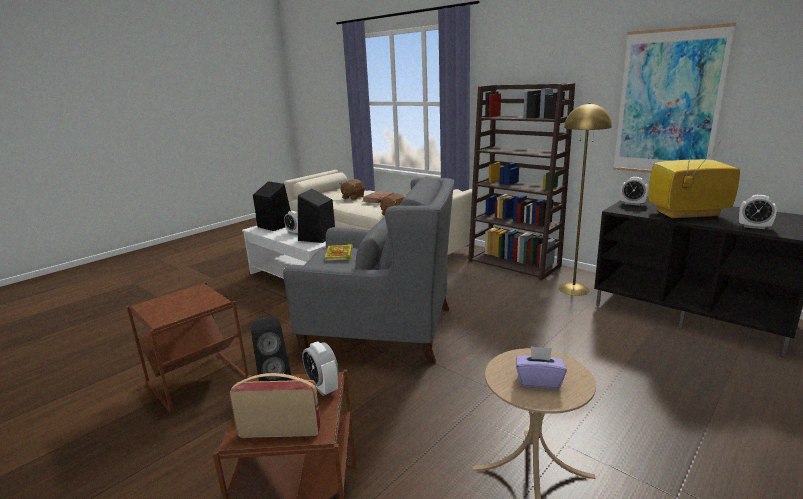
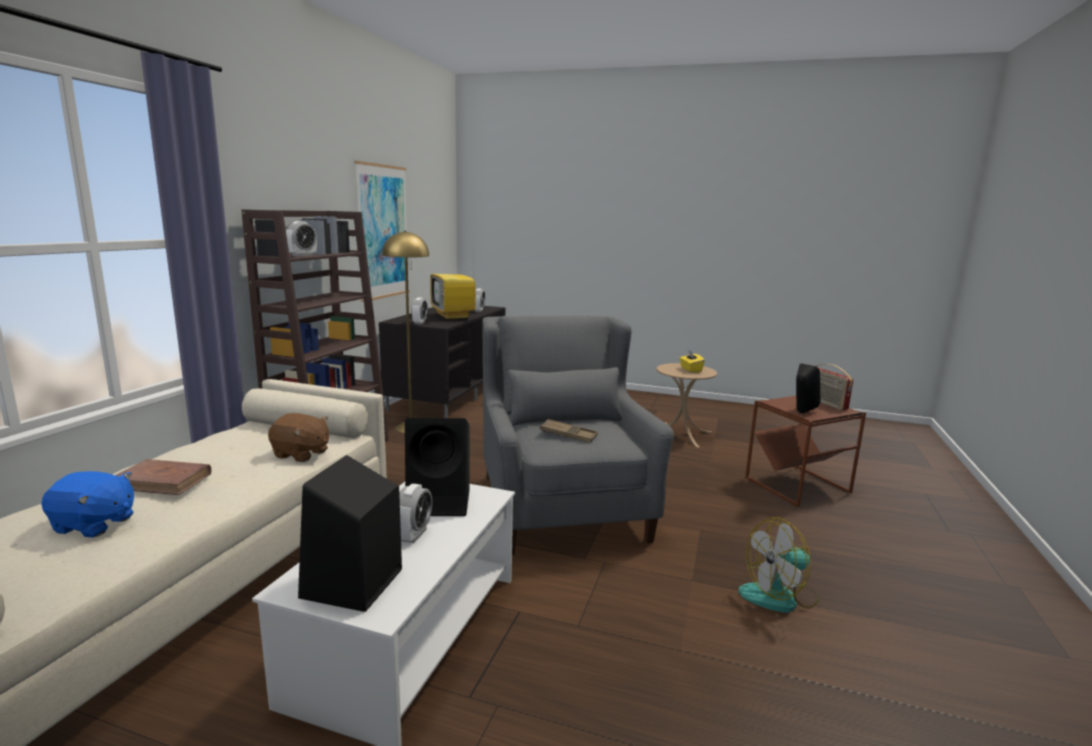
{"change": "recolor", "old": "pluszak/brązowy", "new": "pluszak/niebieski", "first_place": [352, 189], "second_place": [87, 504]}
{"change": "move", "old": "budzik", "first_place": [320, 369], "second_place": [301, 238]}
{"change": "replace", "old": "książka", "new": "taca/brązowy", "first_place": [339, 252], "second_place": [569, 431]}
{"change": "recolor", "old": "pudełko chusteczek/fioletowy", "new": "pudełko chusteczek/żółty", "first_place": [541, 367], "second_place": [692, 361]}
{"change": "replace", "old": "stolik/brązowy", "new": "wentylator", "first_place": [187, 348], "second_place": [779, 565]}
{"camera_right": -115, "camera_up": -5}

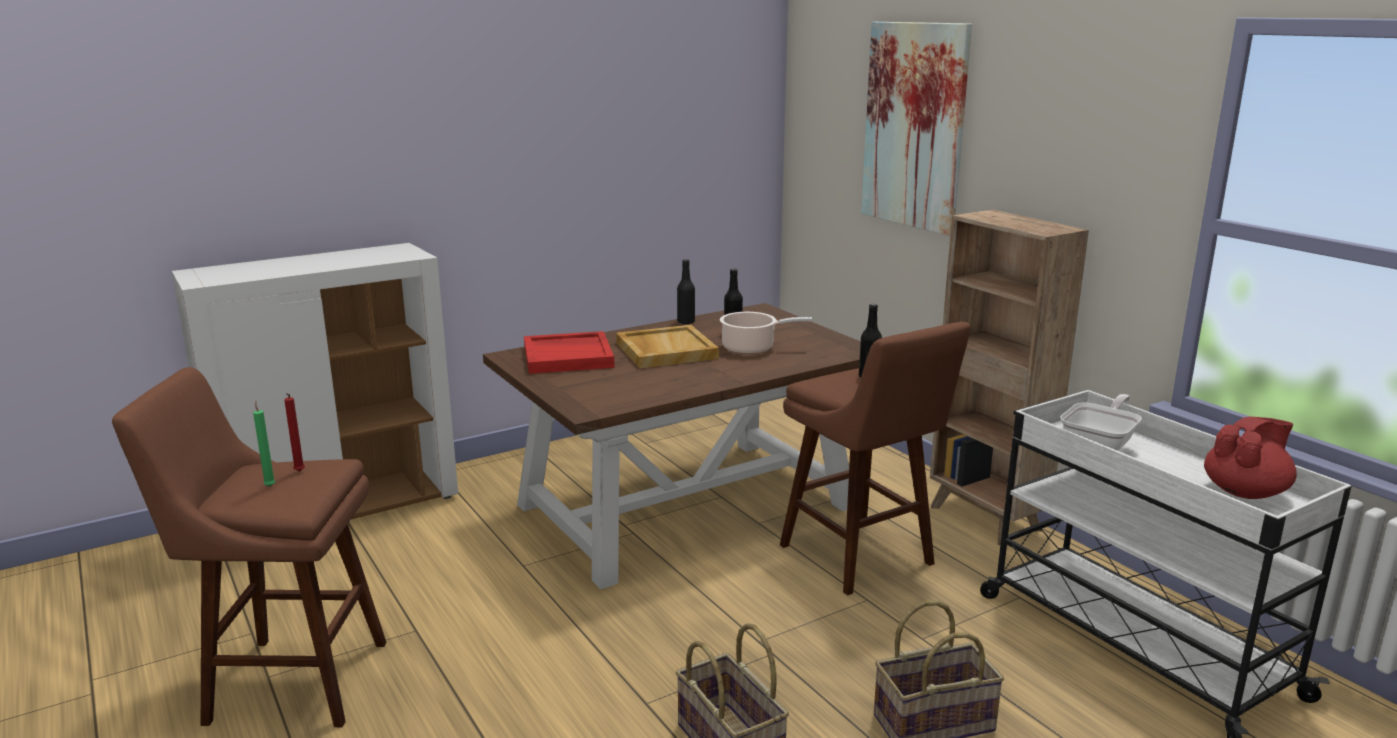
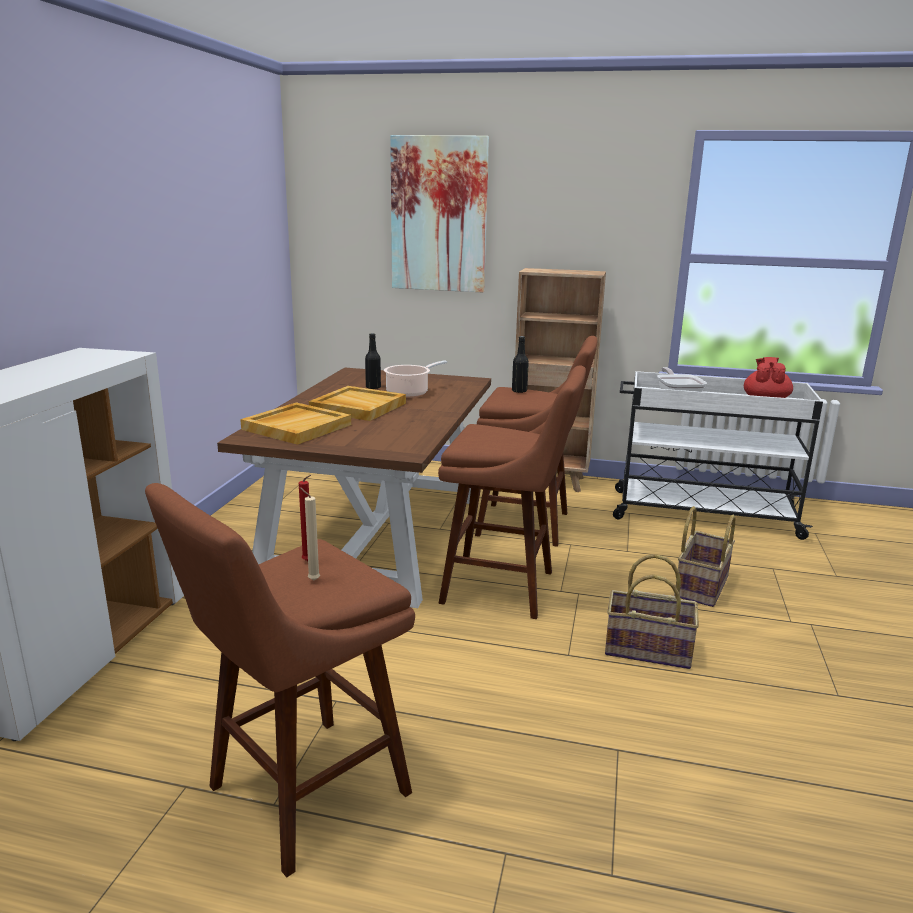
{"change": "recolor", "old": "taca/czerwony", "new": "taca/beżowy", "first_place": [569, 352], "second_place": [295, 423]}
{"change": "recolor", "old": "świeca/zielony", "new": "świeca/beżowy", "first_place": [264, 443], "second_place": [309, 534]}
{"change": "insert", "new": "stołek/brązowy", "second_place": [512, 492]}
{"change": "delete", "old": "butelka/czarny", "first_place": [686, 291]}
{"camera_right": -45, "camera_up": 0}

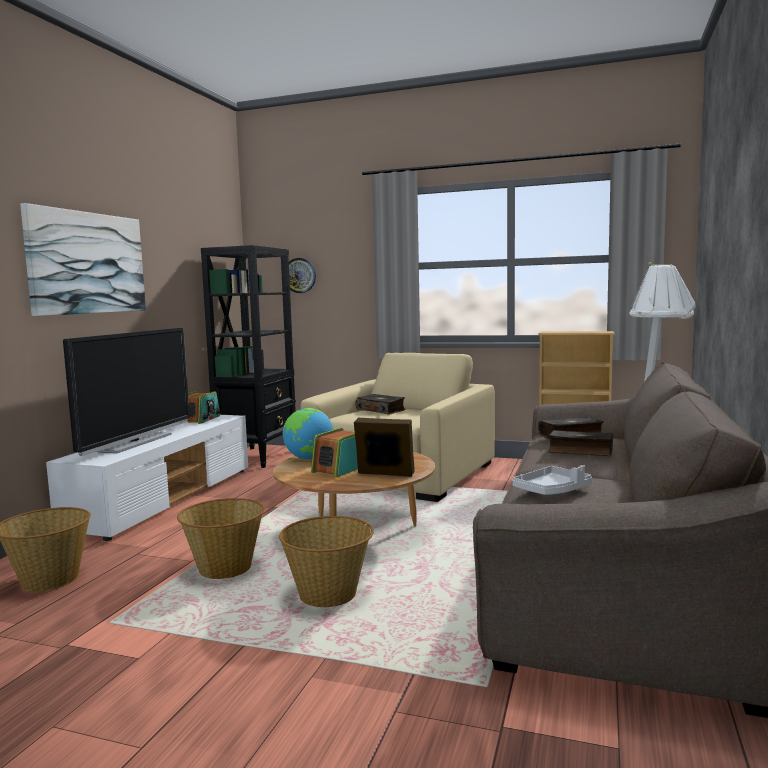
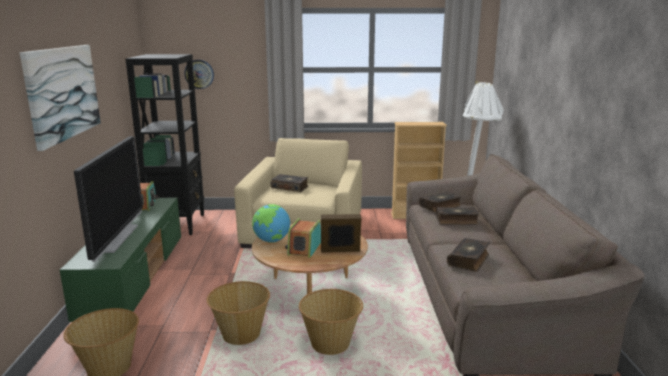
{"change": "recolor", "old": "szafka pod telewizor/biały", "new": "szafka pod telewizor/zielony", "first_place": [147, 478], "second_place": [120, 260]}
{"change": "replace", "old": "taca/szary", "new": "książka", "first_place": [552, 480], "second_place": [468, 255]}
{"camera_right": -20, "camera_up": 10}

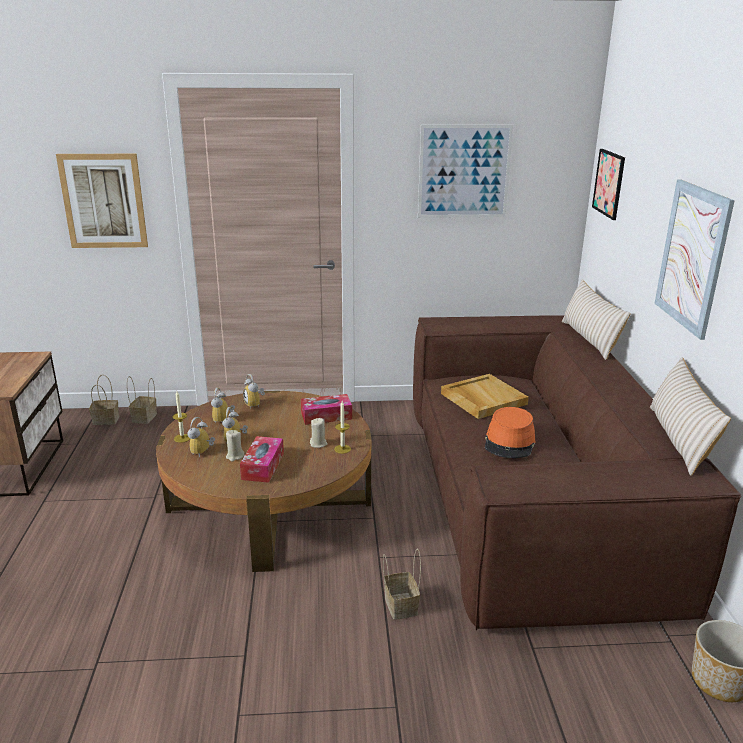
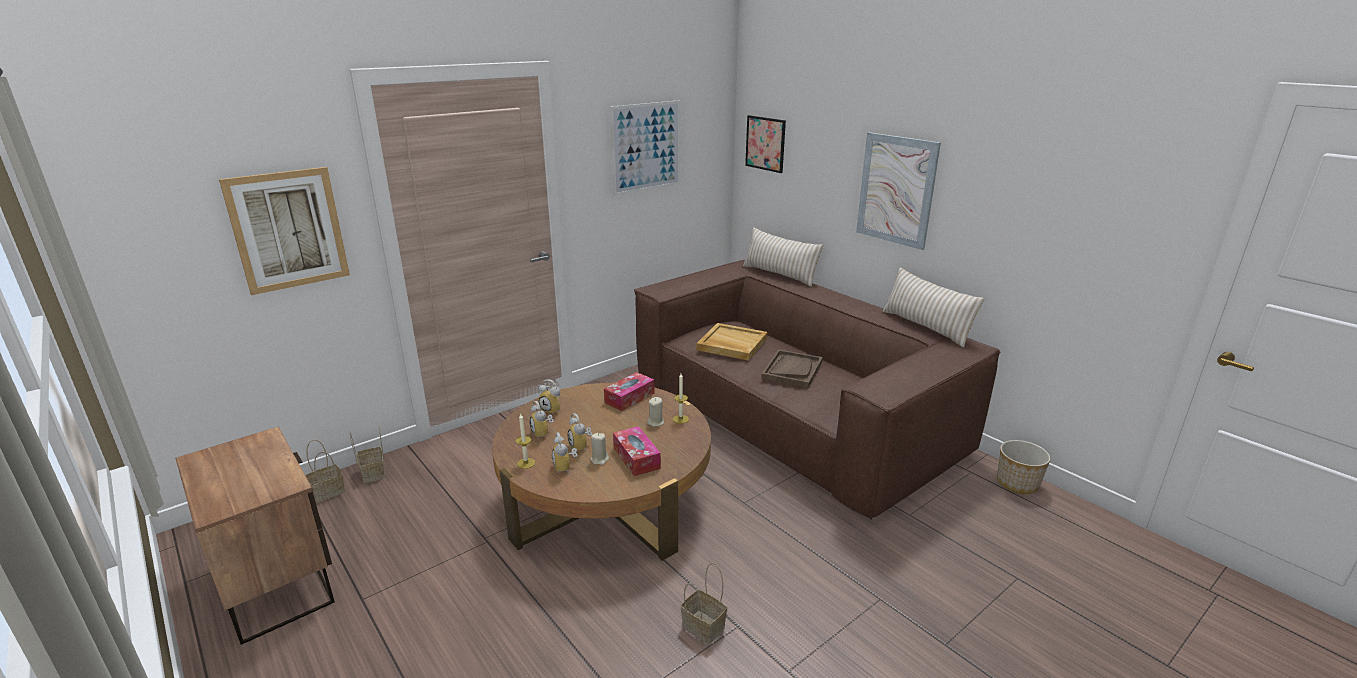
{"change": "move", "old": "koszyk", "first_place": [402, 584], "second_place": [704, 603]}
{"change": "replace", "old": "kapelusz/pomarańczowy", "new": "taca/brązowy", "first_place": [510, 432], "second_place": [792, 368]}
{"camera_right": -35, "camera_up": 0}

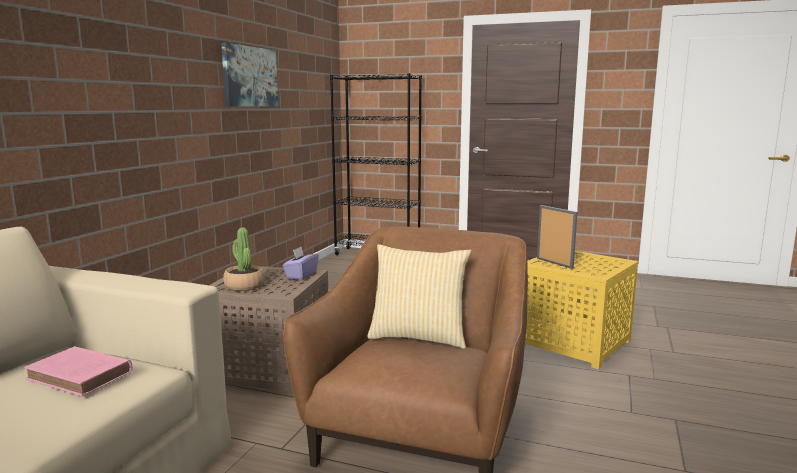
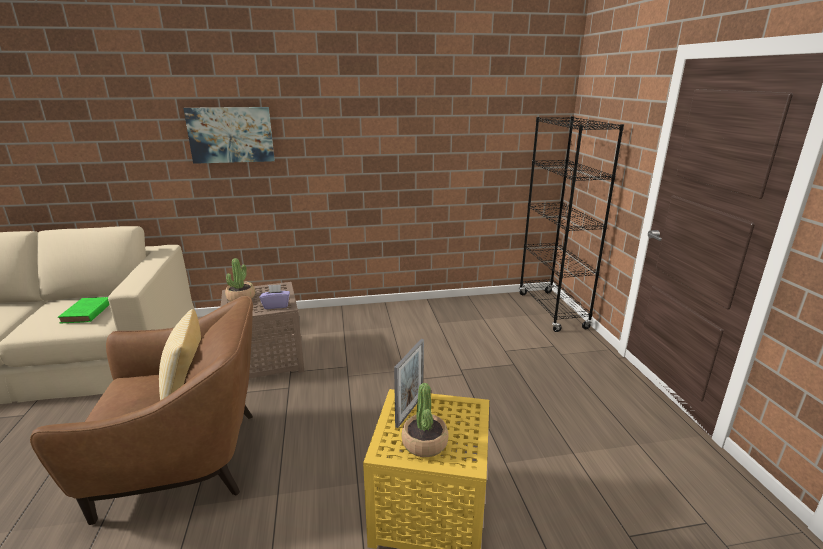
{"change": "recolor", "old": "książka/różowy", "new": "książka/zielony", "first_place": [78, 371], "second_place": [83, 310]}
{"change": "move", "old": "obraz", "first_place": [249, 74], "second_place": [229, 135]}
{"change": "insert", "new": "roślina doniczkowa", "second_place": [425, 420]}
{"camera_right": 60, "camera_up": 10}

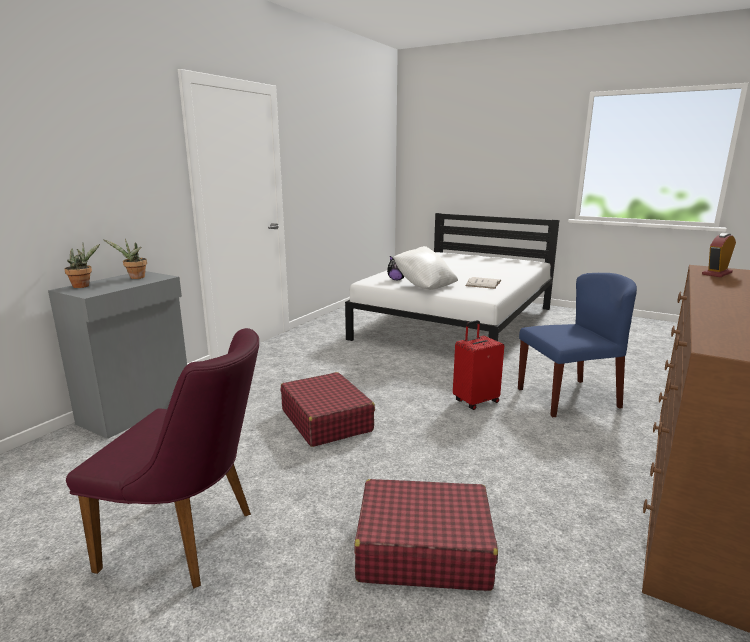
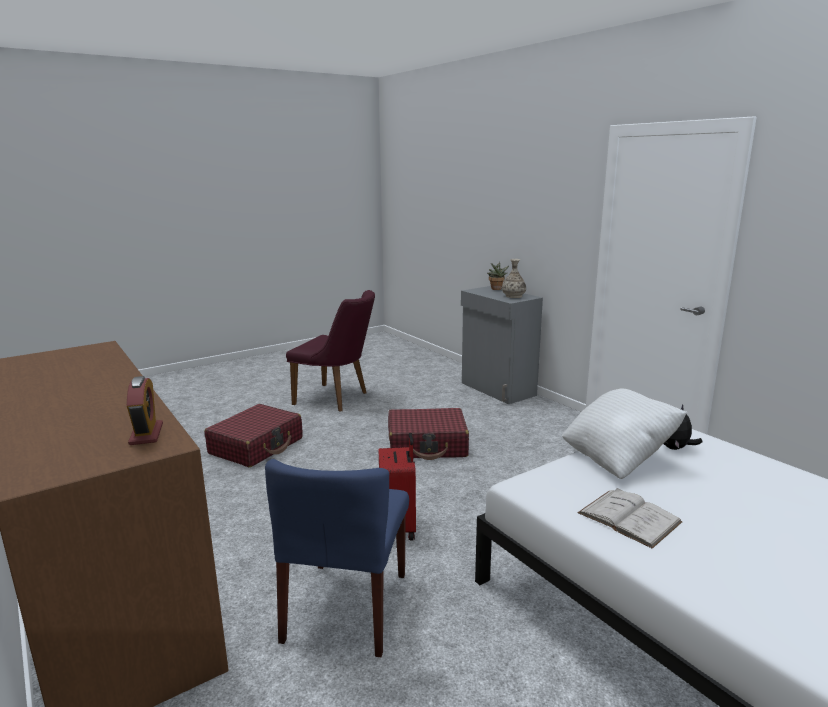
{"change": "rotate", "old": "krzesło/fioletowy", "first_place": [162, 458], "second_place": [330, 351], "degrees": -105}
{"change": "replace", "old": "roślina doniczkowa", "new": "wazon", "first_place": [125, 259], "second_place": [514, 278]}
{"camera_right": 115, "camera_up": 0}

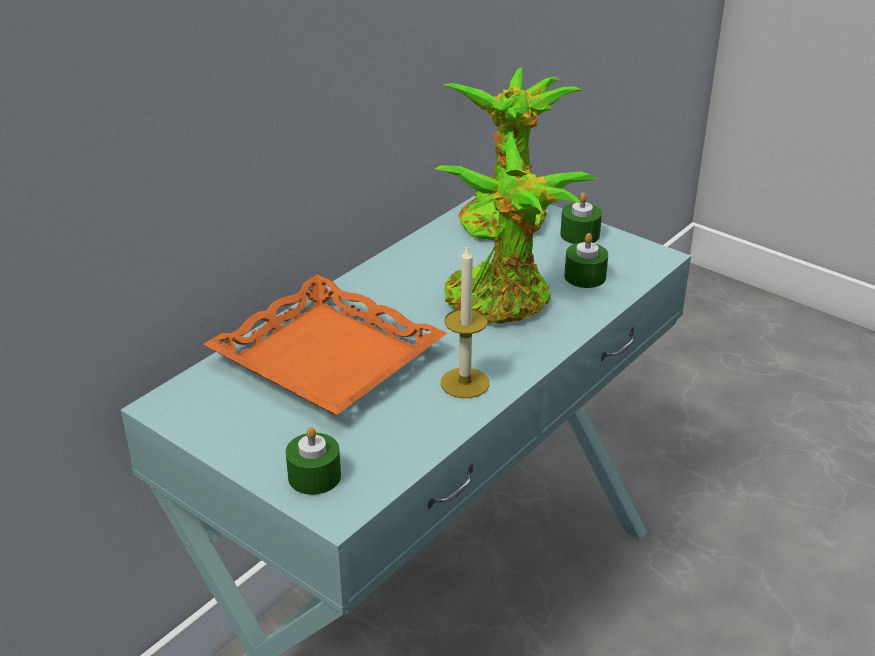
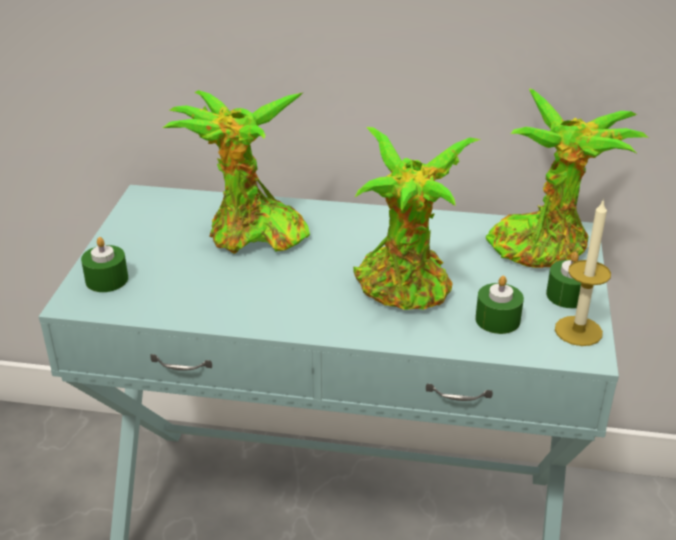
{"change": "replace", "old": "taca/pomarańczowy", "new": "roślina doniczkowa", "first_place": [325, 345], "second_place": [236, 172]}
{"change": "move", "old": "świeca", "first_place": [465, 321], "second_place": [583, 272]}
{"camera_right": 60, "camera_up": 0}

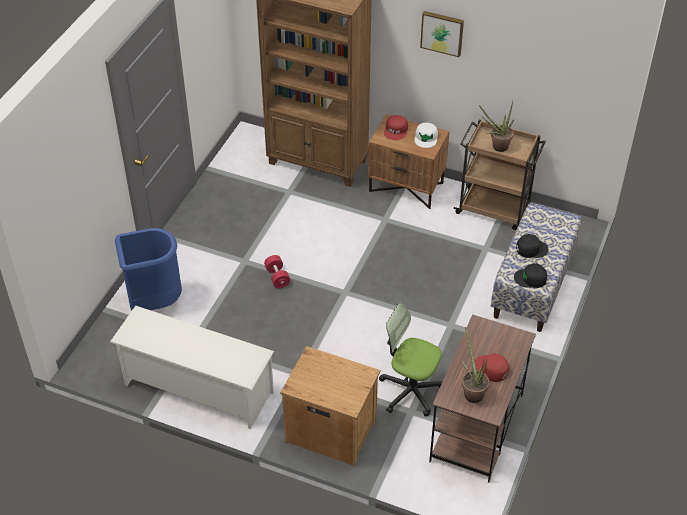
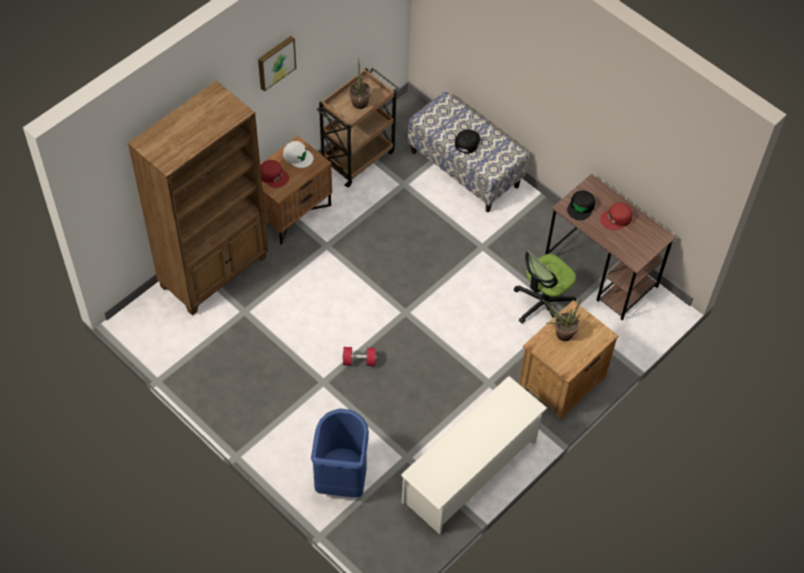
{"change": "move", "old": "roślina doniczkowa", "first_place": [475, 365], "second_place": [561, 319]}
{"change": "move", "old": "czapka z daszkiem/czarny", "first_place": [530, 275], "second_place": [581, 205]}
{"camera_right": -70, "camera_up": 10}

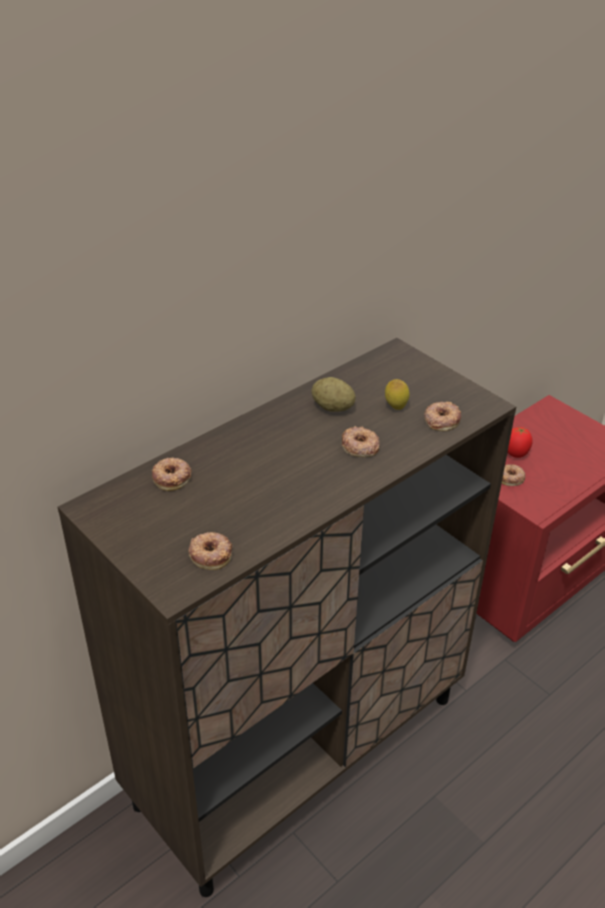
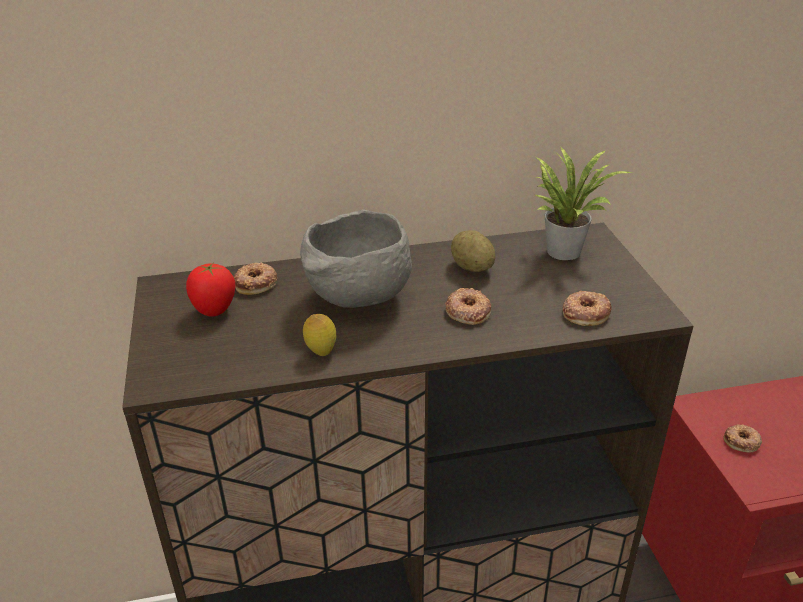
{"change": "move", "old": "pomidor", "first_place": [520, 442], "second_place": [210, 290]}
{"change": "insert", "new": "miska/szary", "second_place": [356, 258]}
{"change": "move", "old": "cytryna", "first_place": [397, 394], "second_place": [319, 335]}
{"change": "insert", "new": "roślina doniczkowa", "second_place": [584, 203]}
{"change": "delete", "old": "donut", "first_place": [210, 551]}
{"camera_right": 30, "camera_up": -5}

